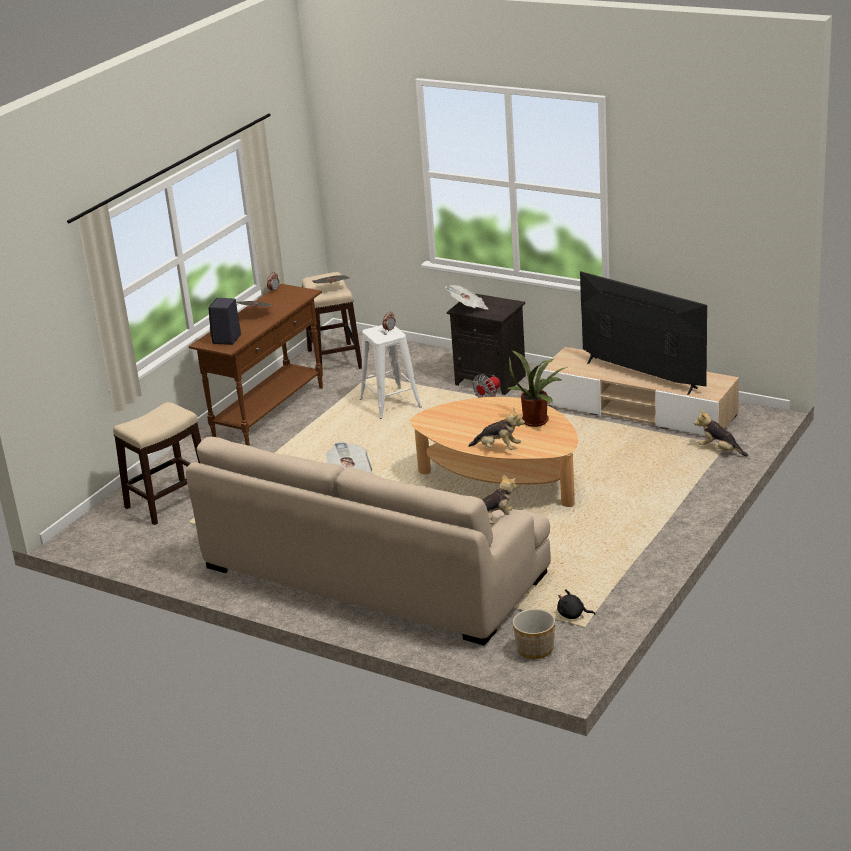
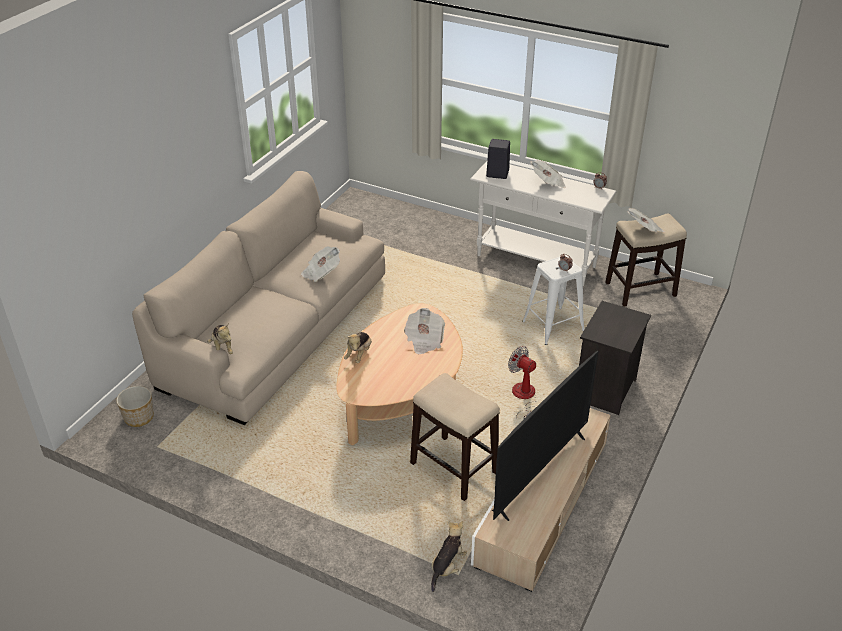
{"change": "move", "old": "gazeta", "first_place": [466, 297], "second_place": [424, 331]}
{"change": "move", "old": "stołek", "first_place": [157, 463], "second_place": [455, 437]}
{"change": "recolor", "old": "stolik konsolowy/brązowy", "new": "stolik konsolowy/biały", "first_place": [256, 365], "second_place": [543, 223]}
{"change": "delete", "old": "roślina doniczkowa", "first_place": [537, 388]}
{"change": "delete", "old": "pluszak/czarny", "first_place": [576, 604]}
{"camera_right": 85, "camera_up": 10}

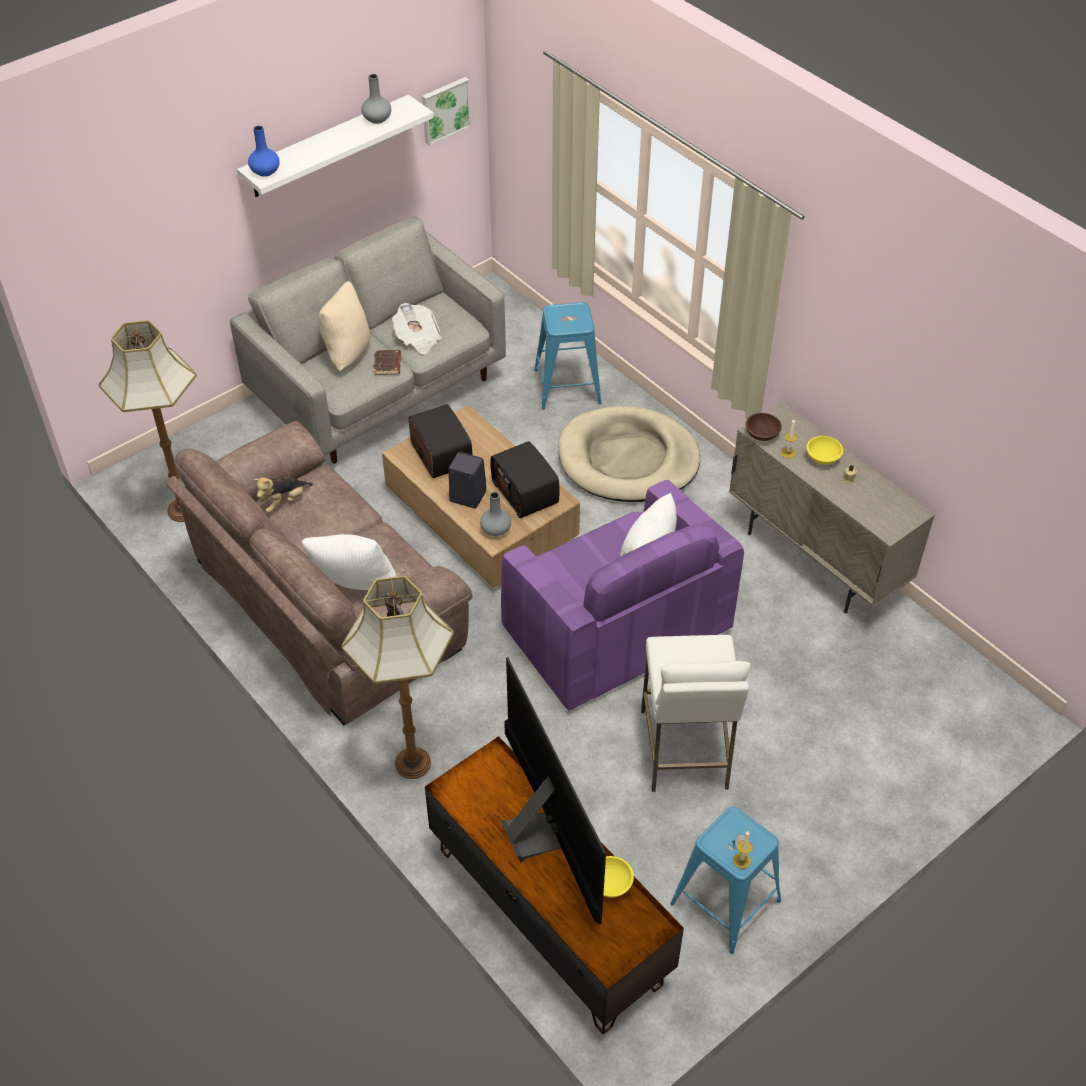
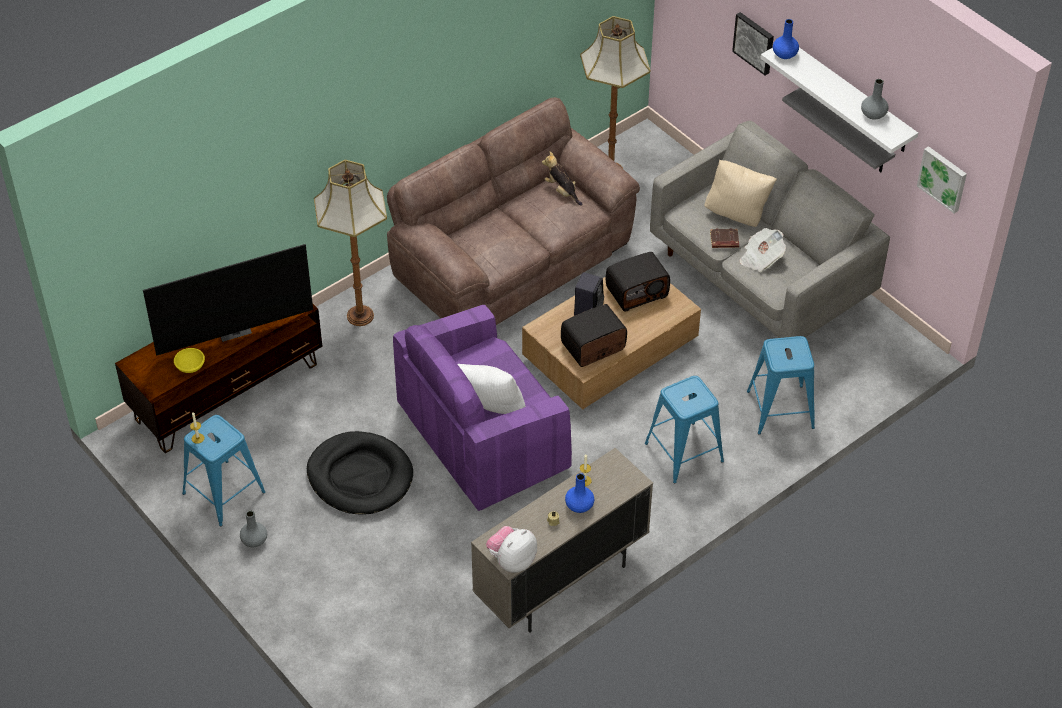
{"change": "move", "old": "wazon/szary", "first_place": [495, 514], "second_place": [253, 529]}
{"change": "replace", "old": "stołek/biały", "new": "legowisko/czarny", "first_place": [696, 713], "second_place": [360, 473]}
{"change": "insert", "new": "pluszak", "second_place": [511, 549]}
{"change": "replace", "old": "miska/żółty", "new": "wazon/niebieski", "first_place": [825, 450], "second_place": [579, 493]}
{"change": "replace", "old": "legowisko/beżowy", "new": "stołek/niebieski", "first_place": [629, 454], "second_place": [684, 429]}
{"change": "insert", "new": "obraz", "second_place": [753, 43]}
{"change": "insert", "new": "półka/szary", "second_place": [838, 130]}
{"change": "delete", "old": "poduszka/biały", "first_place": [348, 562]}
{"change": "delete", "old": "miska/brązowy", "first_place": [763, 427]}
{"camera_right": 90, "camera_up": 0}

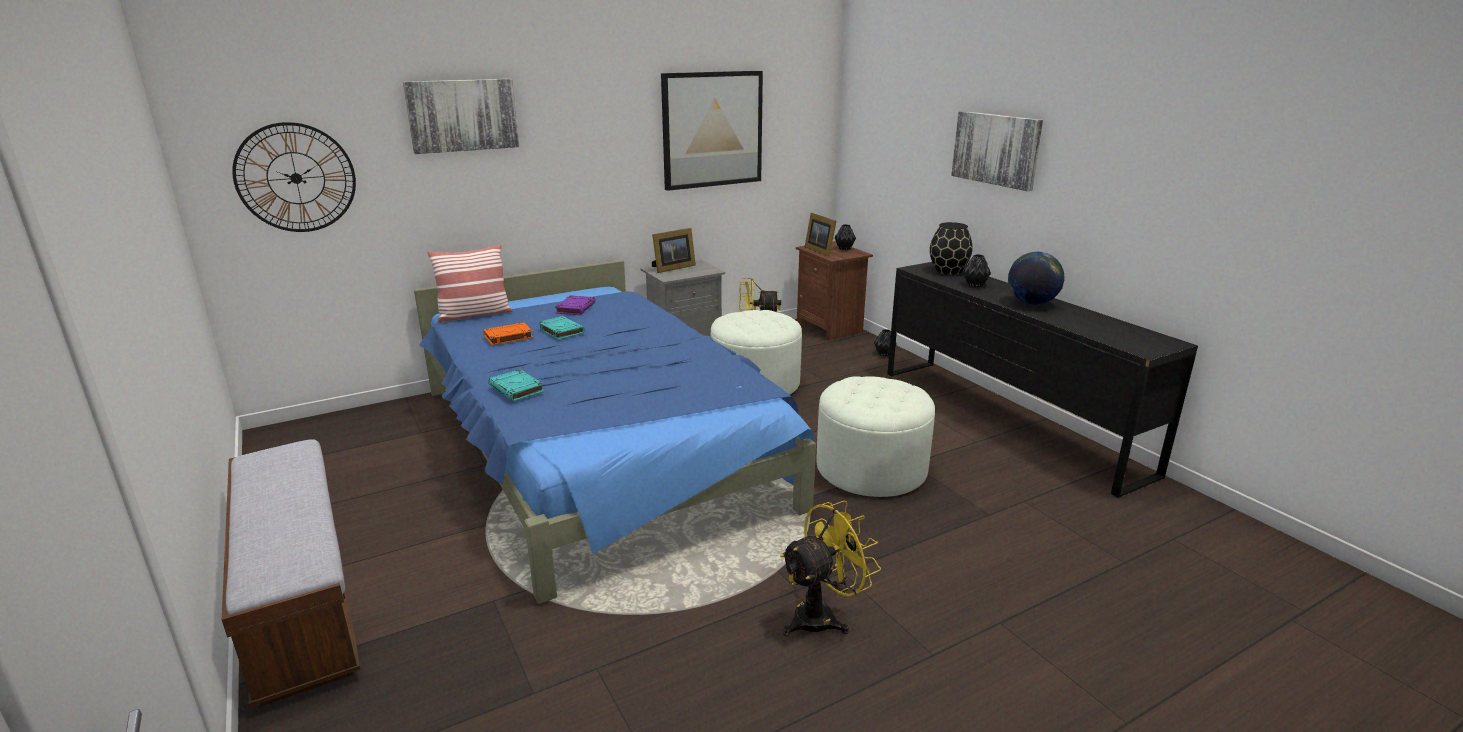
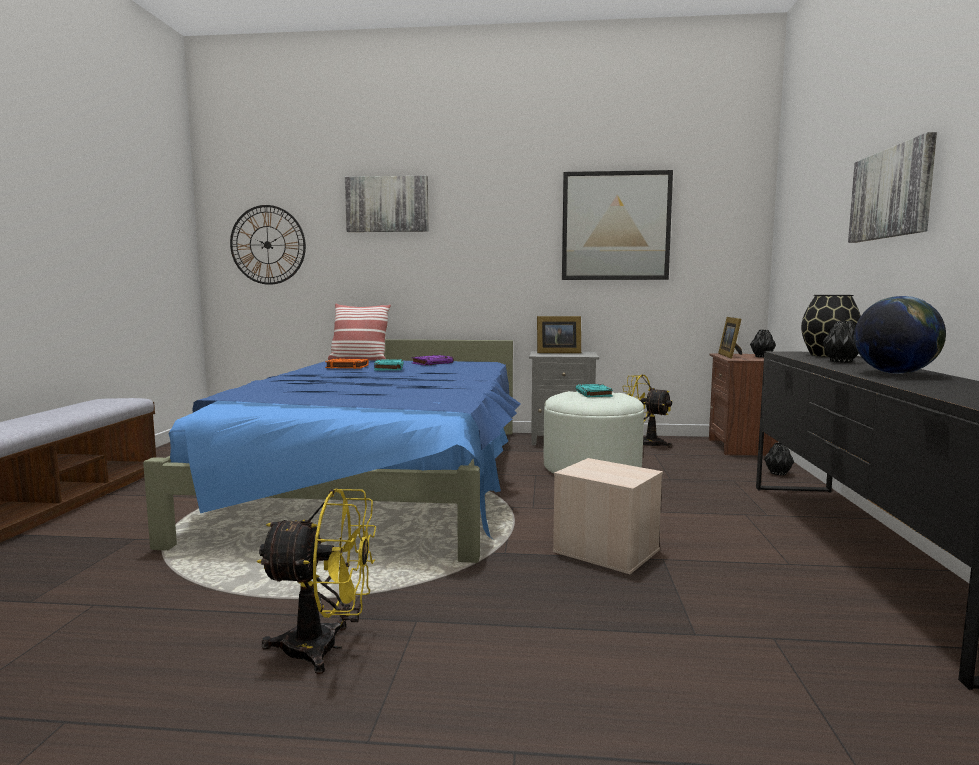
{"change": "replace", "old": "pufa/biały", "new": "pojemnik do przechowywania/beżowy", "first_place": [875, 436], "second_place": [608, 516]}
{"change": "move", "old": "książka/turkusowy", "first_place": [516, 385], "second_place": [594, 390]}
{"camera_right": 35, "camera_up": -15}

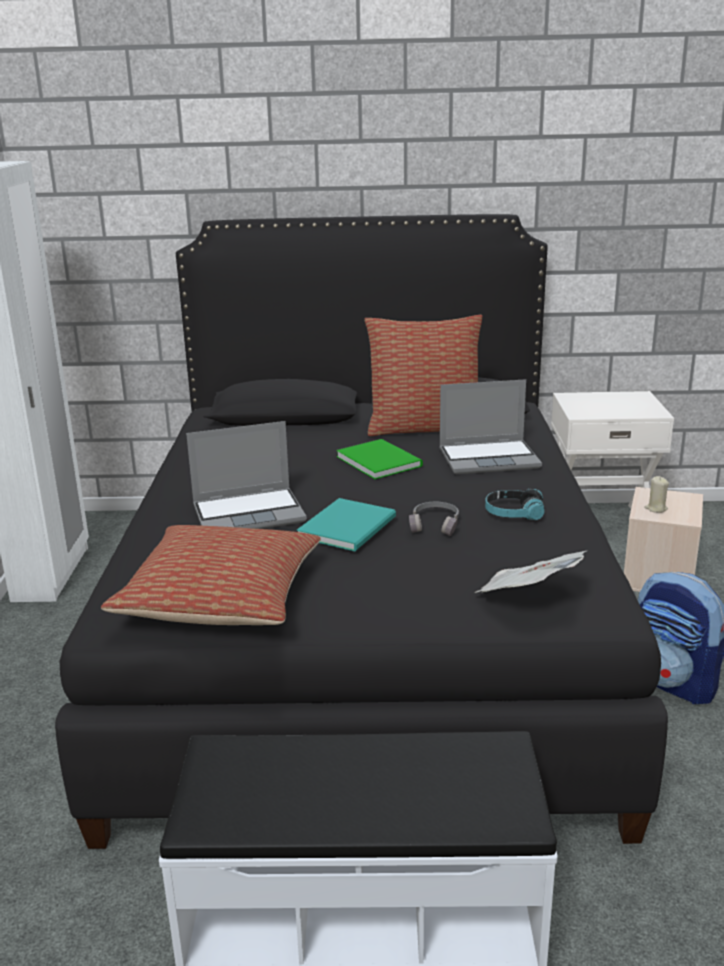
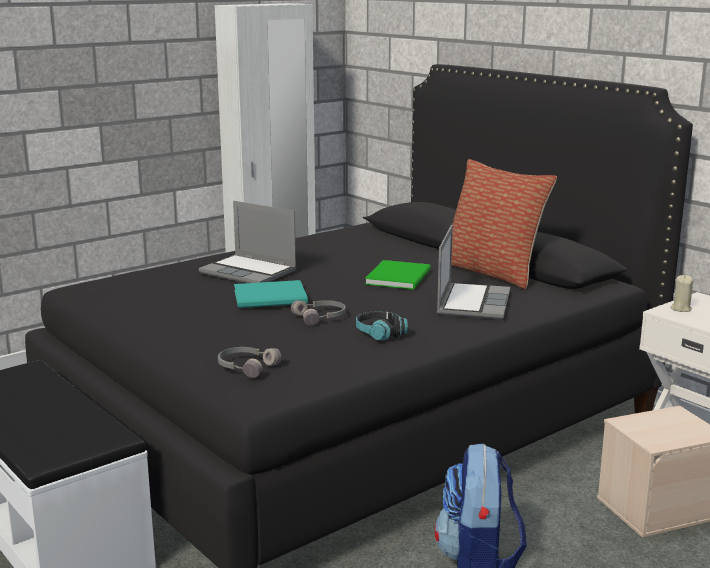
{"change": "replace", "old": "gazeta", "new": "słuchawki/szary", "first_place": [530, 572], "second_place": [249, 362]}
{"change": "rotate", "old": "laptop", "first_place": [490, 426], "second_place": [473, 272], "degrees": -120}
{"change": "move", "old": "świeca/beżowy", "first_place": [656, 494], "second_place": [682, 293]}
{"change": "delete", "old": "poduszka", "first_place": [211, 575]}
{"camera_right": 50, "camera_up": -5}

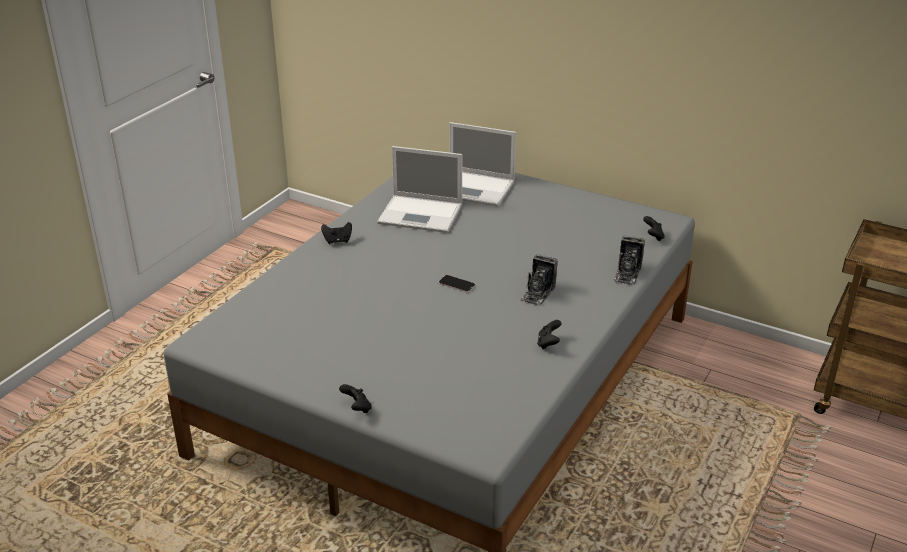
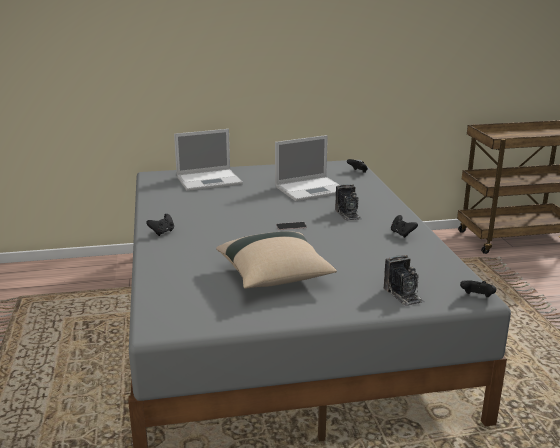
{"change": "insert", "new": "poduszka/beżowy", "second_place": [276, 260]}
{"change": "move", "old": "laptop", "first_place": [419, 189], "second_place": [307, 168]}
{"change": "move", "old": "aparat fotograficzny", "first_place": [629, 260], "second_place": [404, 281]}
{"change": "move", "old": "pad do gier/czarny", "first_place": [355, 398], "second_place": [478, 288]}
{"camera_right": -40, "camera_up": -10}

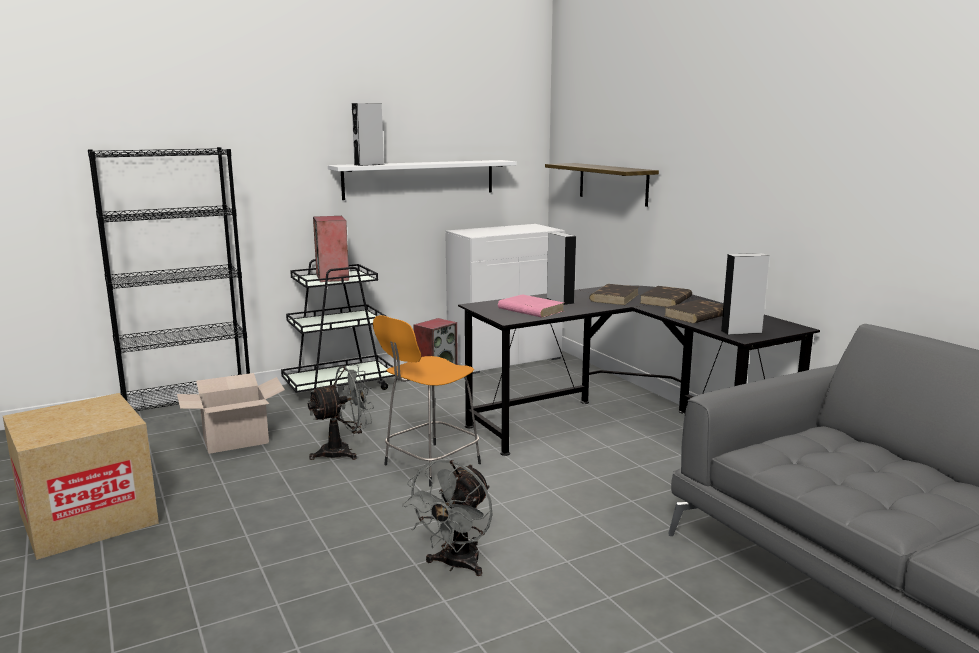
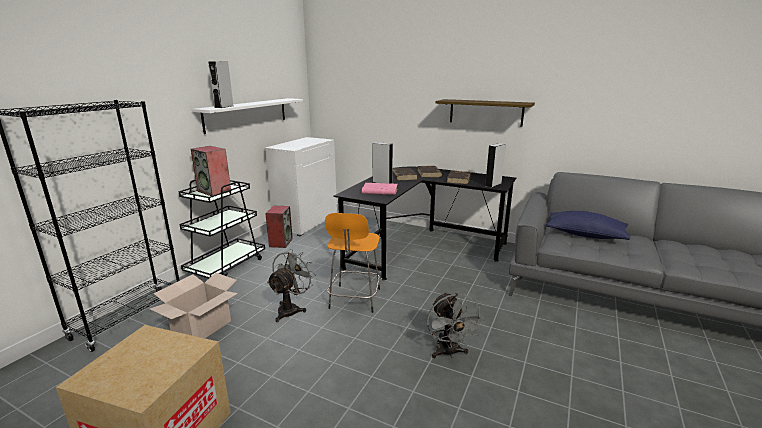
{"change": "move", "old": "półka", "first_place": [602, 185], "second_place": [485, 113]}
{"change": "insert", "new": "poduszka/niebieski", "second_place": [588, 225]}
{"camera_right": -35, "camera_up": 5}

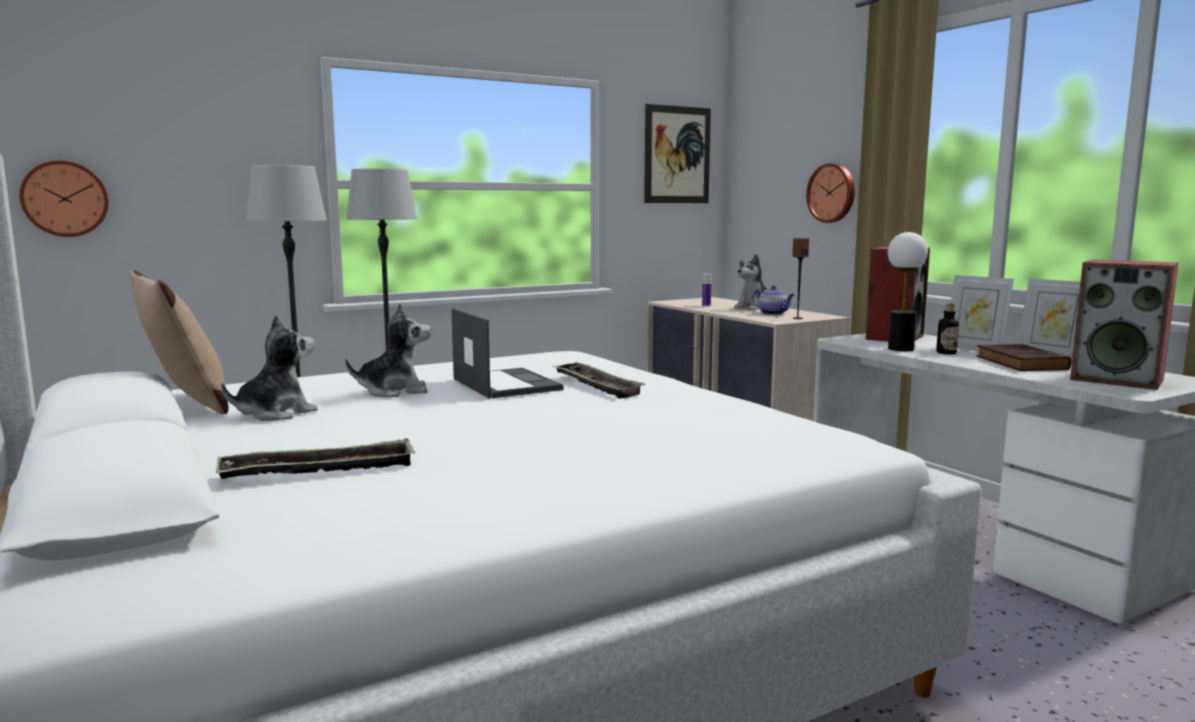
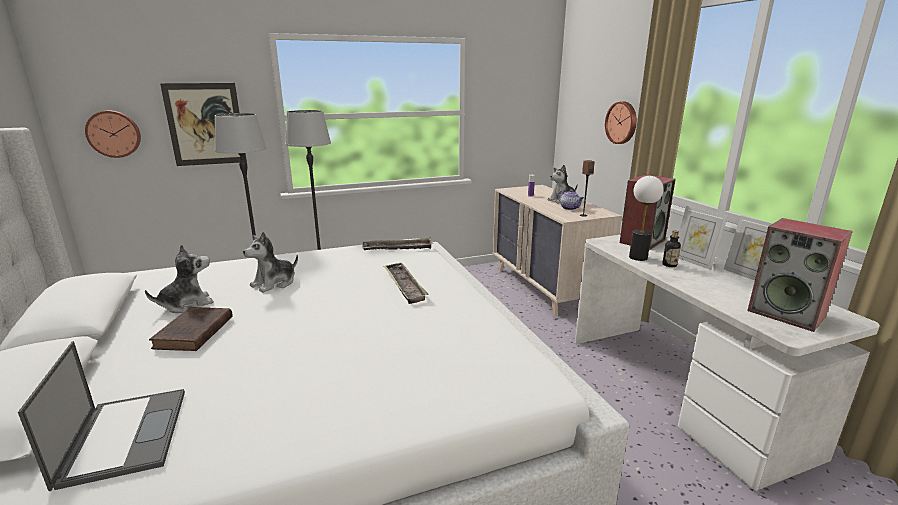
{"change": "move", "old": "laptop", "first_place": [507, 353], "second_place": [101, 416]}
{"change": "move", "old": "książka/brązowy", "first_place": [1023, 357], "second_place": [191, 329]}
{"change": "move", "old": "obraz", "first_place": [677, 153], "second_place": [203, 124]}
{"change": "rotate", "old": "pluszak", "first_place": [388, 350], "second_place": [270, 262], "degrees": 135}
{"change": "move", "old": "taca", "first_place": [315, 458], "second_place": [397, 243]}
{"change": "delete", "old": "poduszka/beżowy", "first_place": [179, 342]}
{"camera_right": 10, "camera_up": 10}

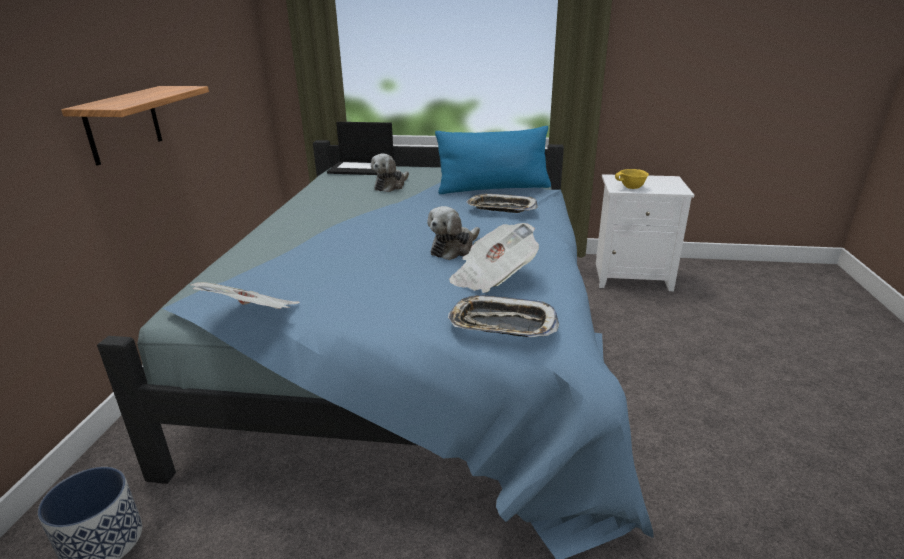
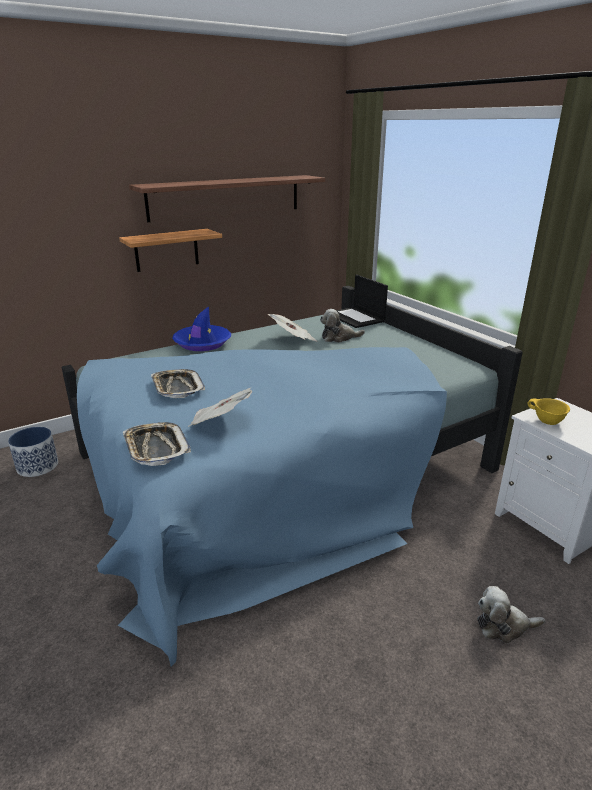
{"change": "insert", "new": "półka", "second_place": [227, 198]}
{"change": "move", "old": "taca", "first_place": [502, 203], "second_place": [178, 383]}
{"change": "insert", "new": "kapelusz/niebieski", "second_place": [201, 328]}
{"change": "move", "old": "gazeta", "first_place": [245, 295], "second_place": [292, 327]}
{"change": "move", "old": "pluszak", "first_place": [453, 233], "second_place": [511, 614]}
{"change": "delete", "old": "poduszka/niebieski", "first_place": [493, 160]}
{"camera_right": 50, "camera_up": 0}

